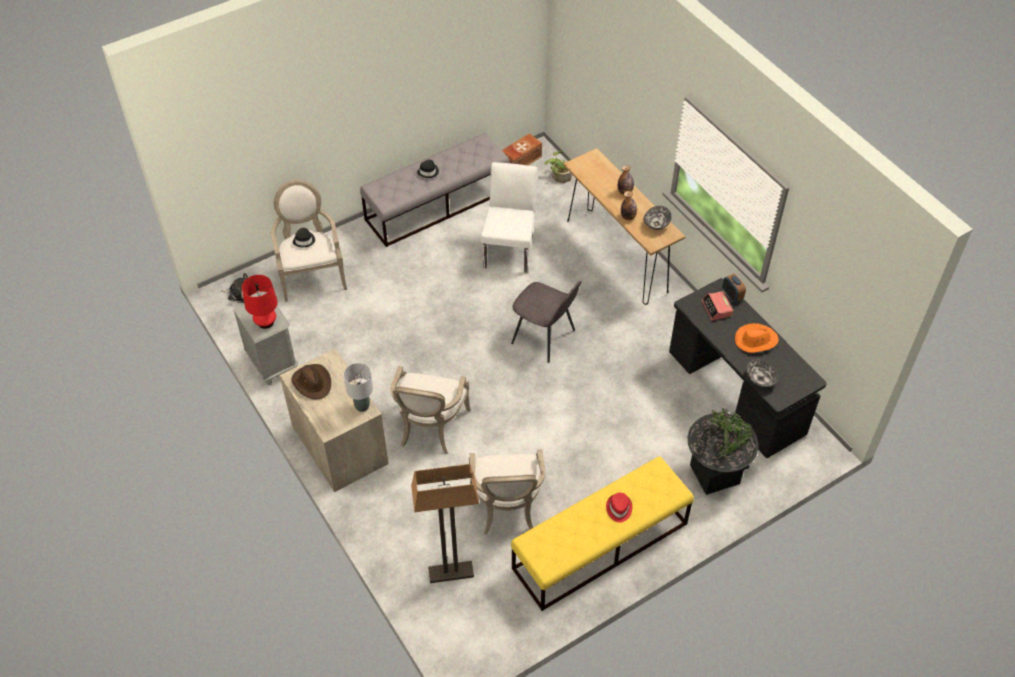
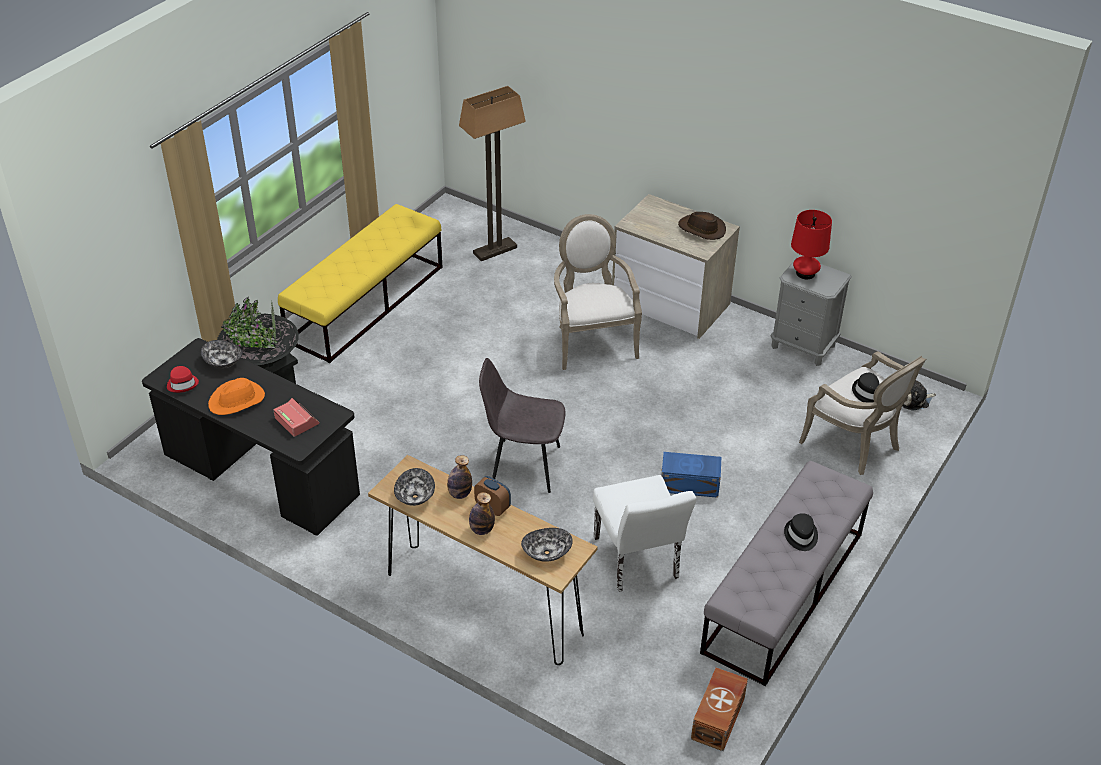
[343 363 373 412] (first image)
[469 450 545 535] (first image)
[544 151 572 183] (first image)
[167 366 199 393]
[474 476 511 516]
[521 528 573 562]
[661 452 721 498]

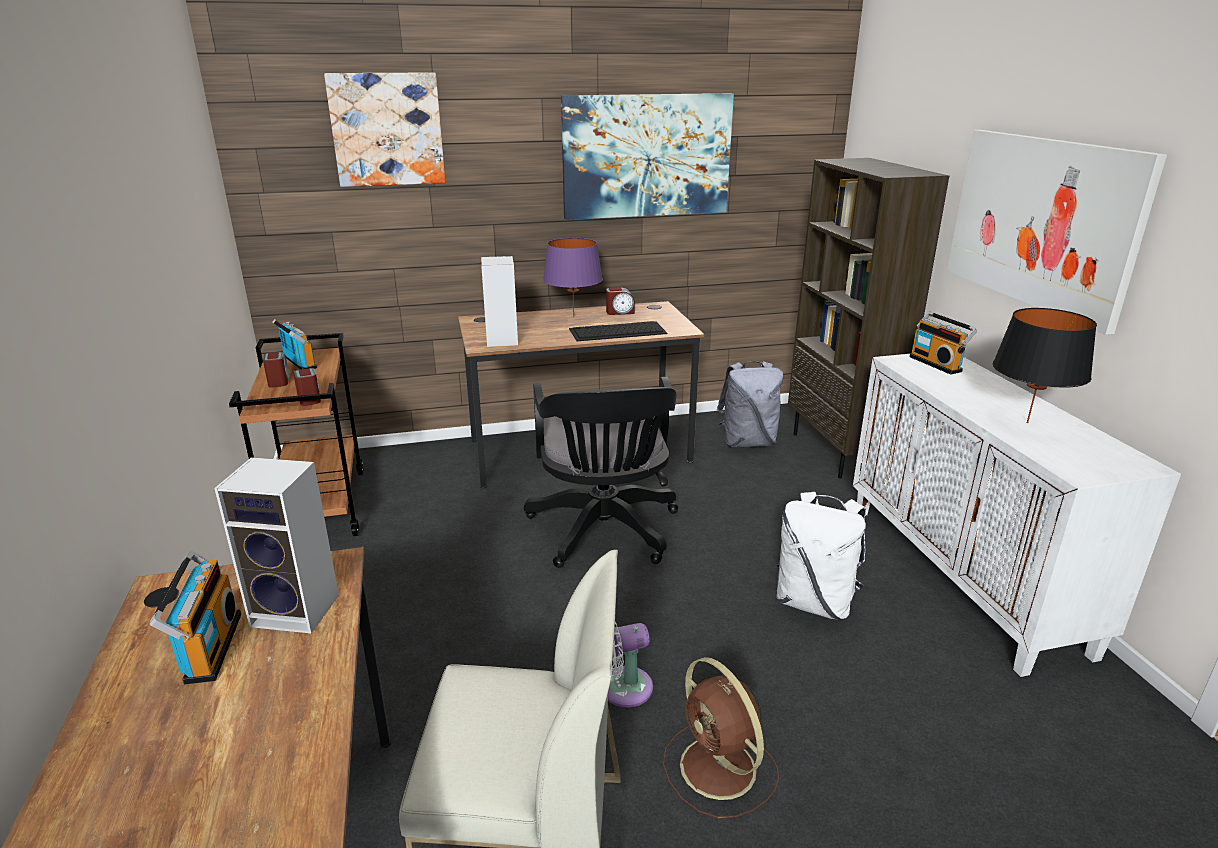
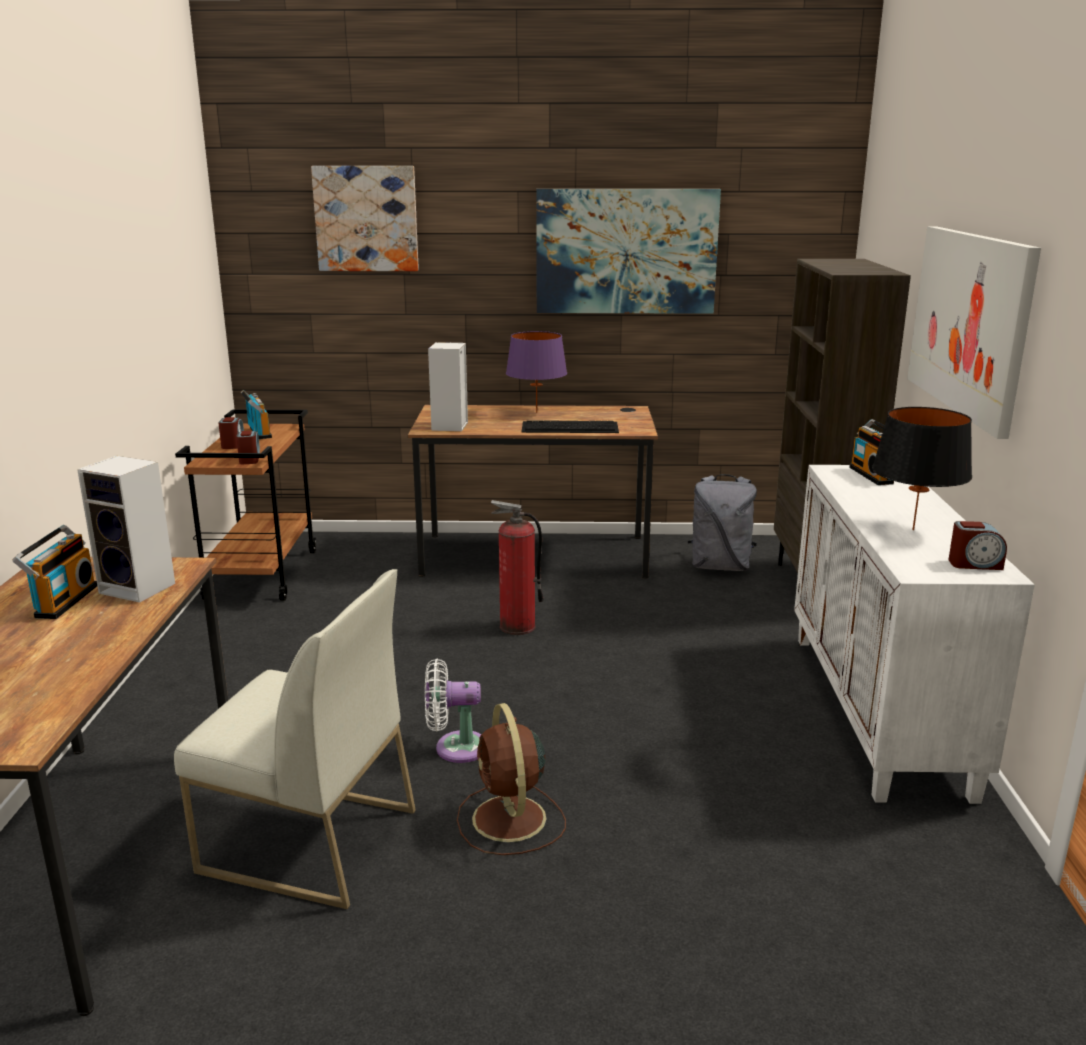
[491 500 544 635]
[948 521 1007 570]
[776 492 866 620] (first image)

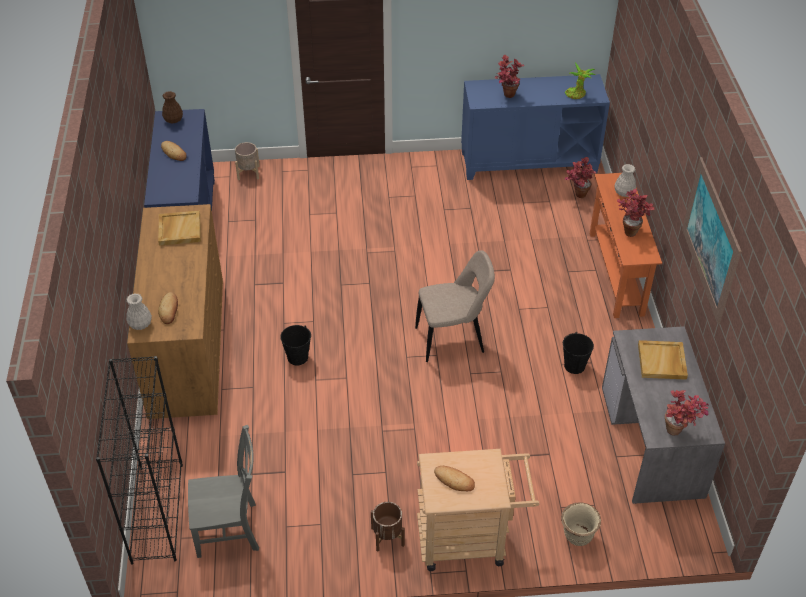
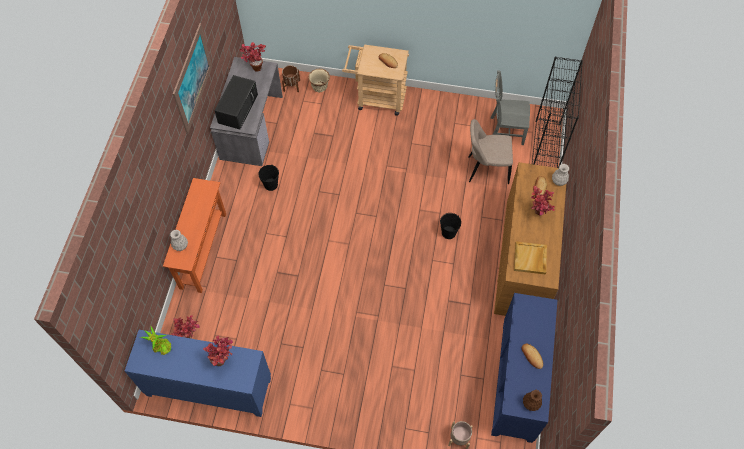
[282 65 300 92]
[468 119 513 184]
[531 186 555 216]
[214 75 258 129]

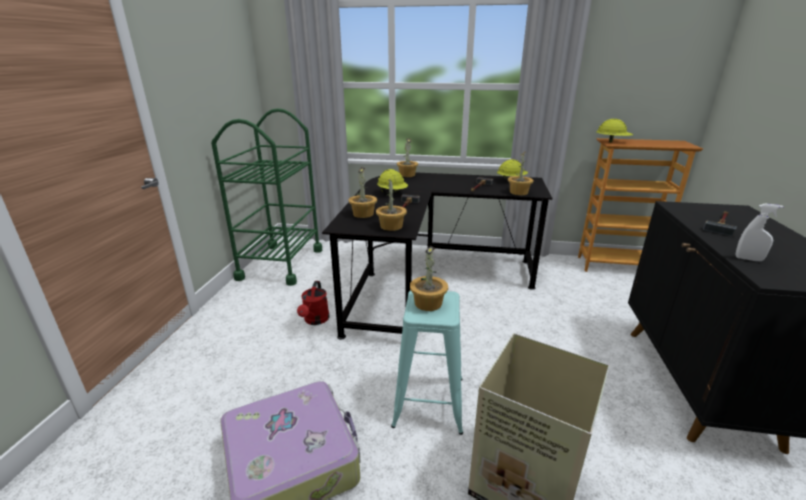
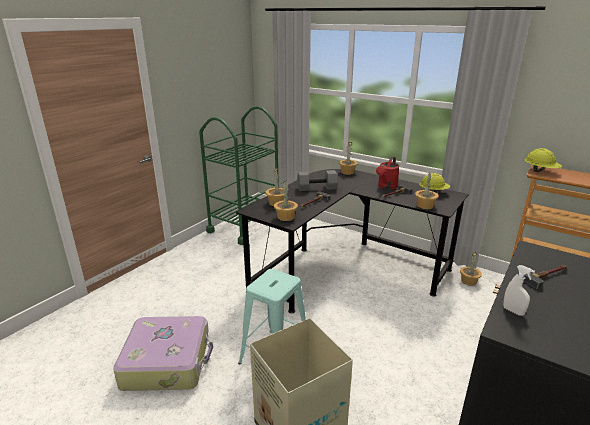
[376 157 400 189]
[297 170 338 191]
[460 252 482 286]

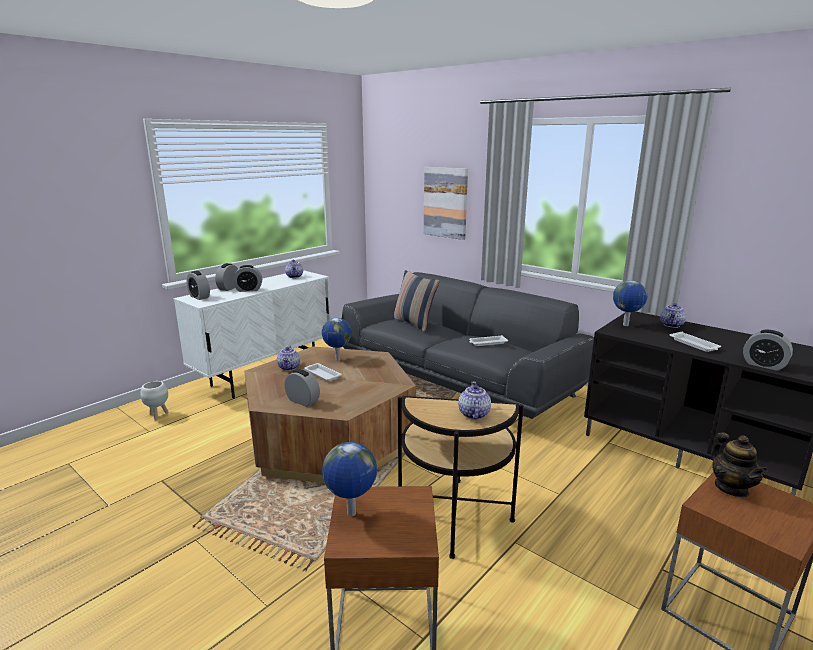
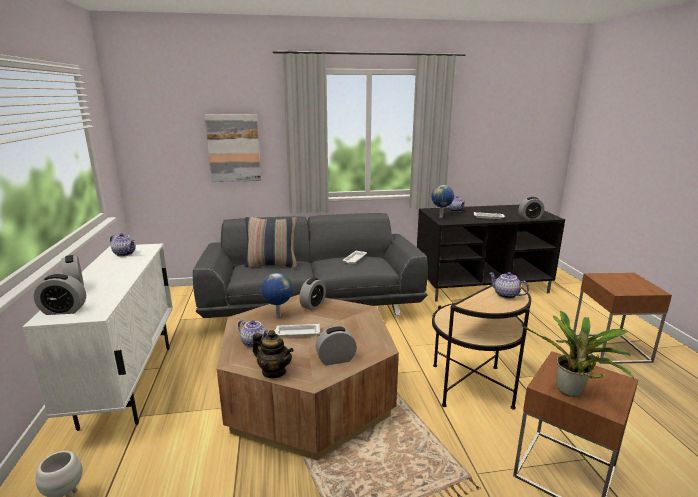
[299 277 326 310]
[521 311 634 397]
[253 330 294 378]

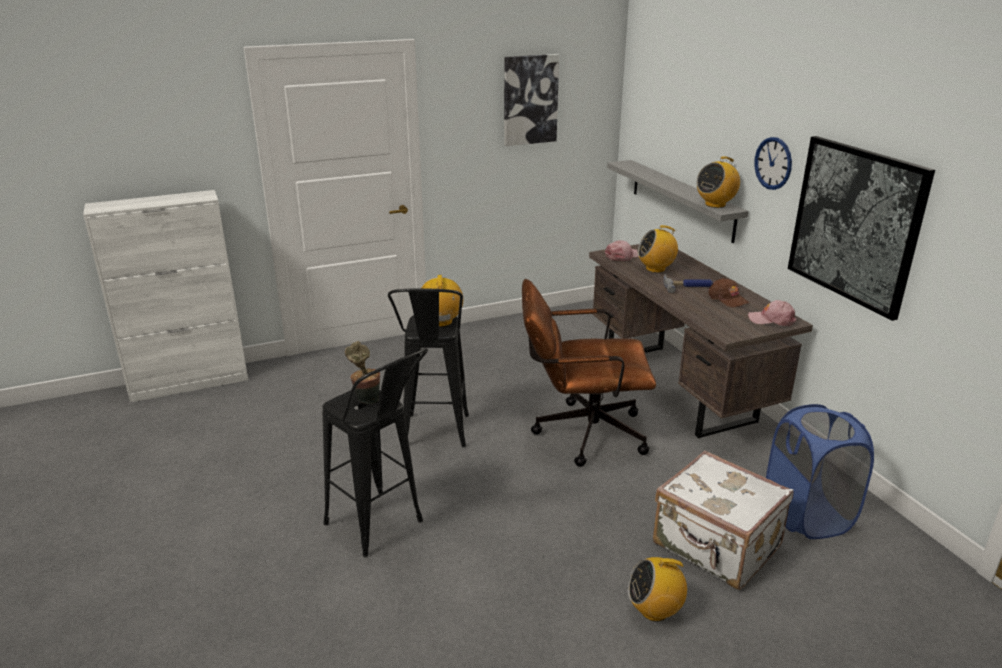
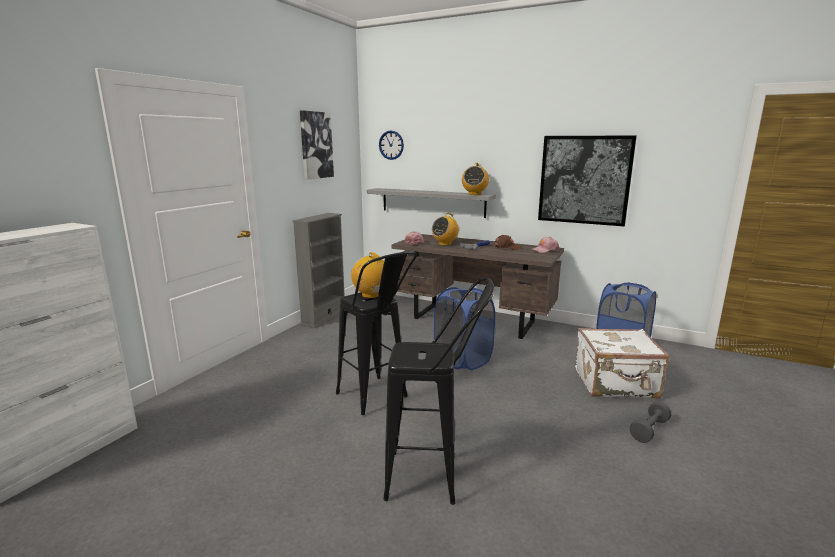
[345 341 380 404] (first image)
[434 287 495 370]
[630 402 671 443]
[379 130 404 160]
[293 213 345 328]

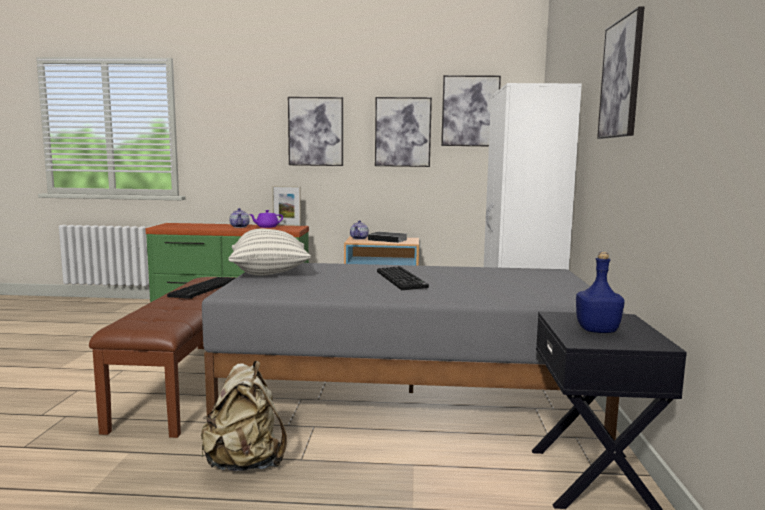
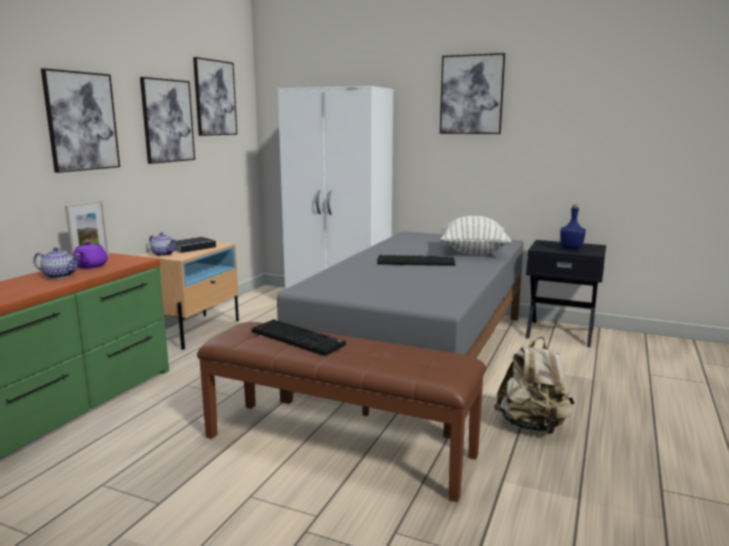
[441 216 511 255]

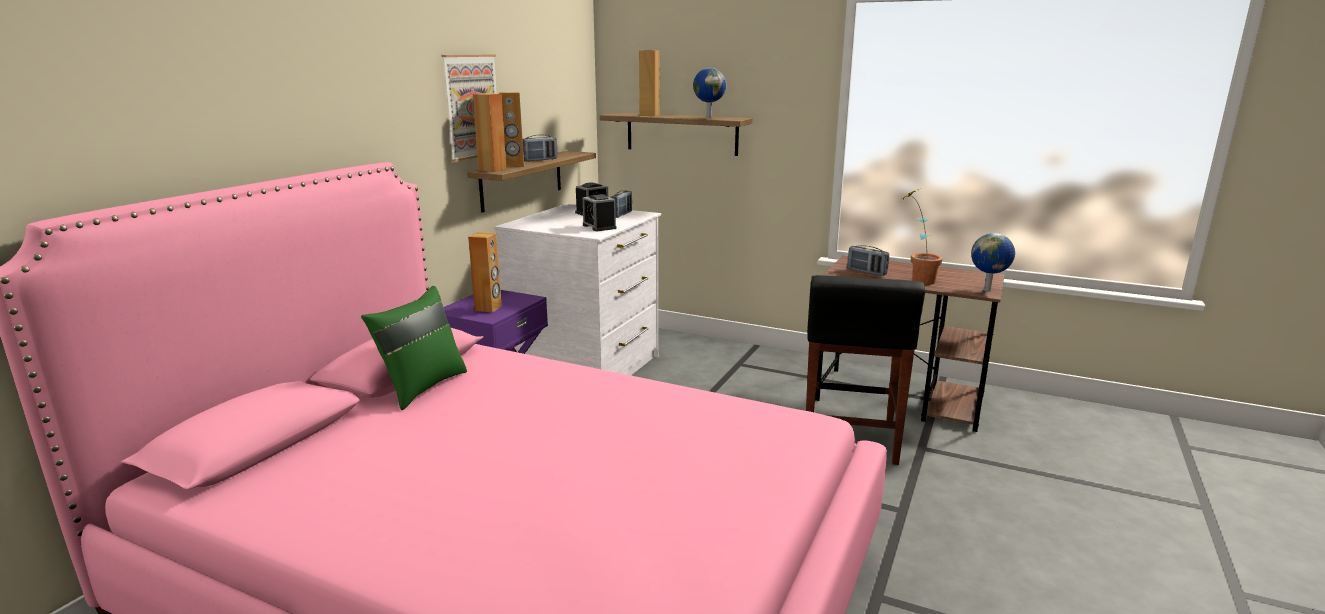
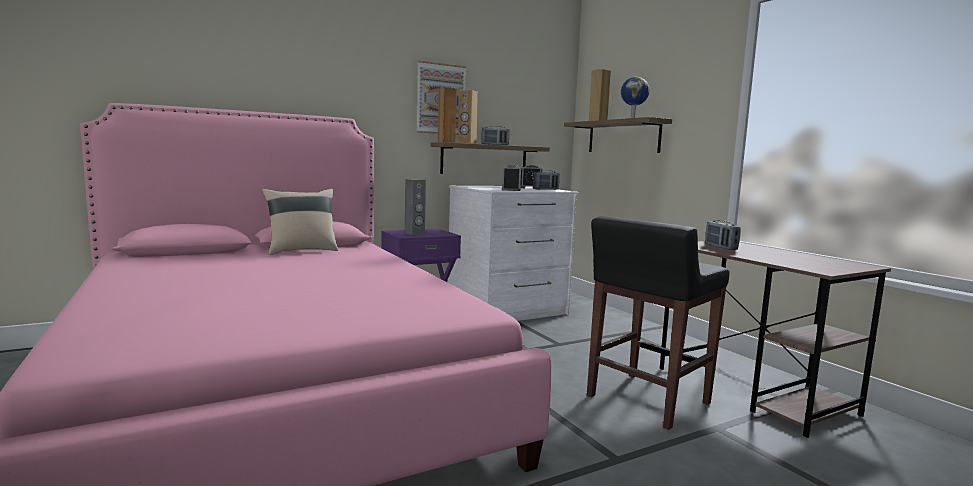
[262 188 338 255]
[405 179 426 235]
[900 189 942 285] (first image)
[971 233 1015 292] (first image)

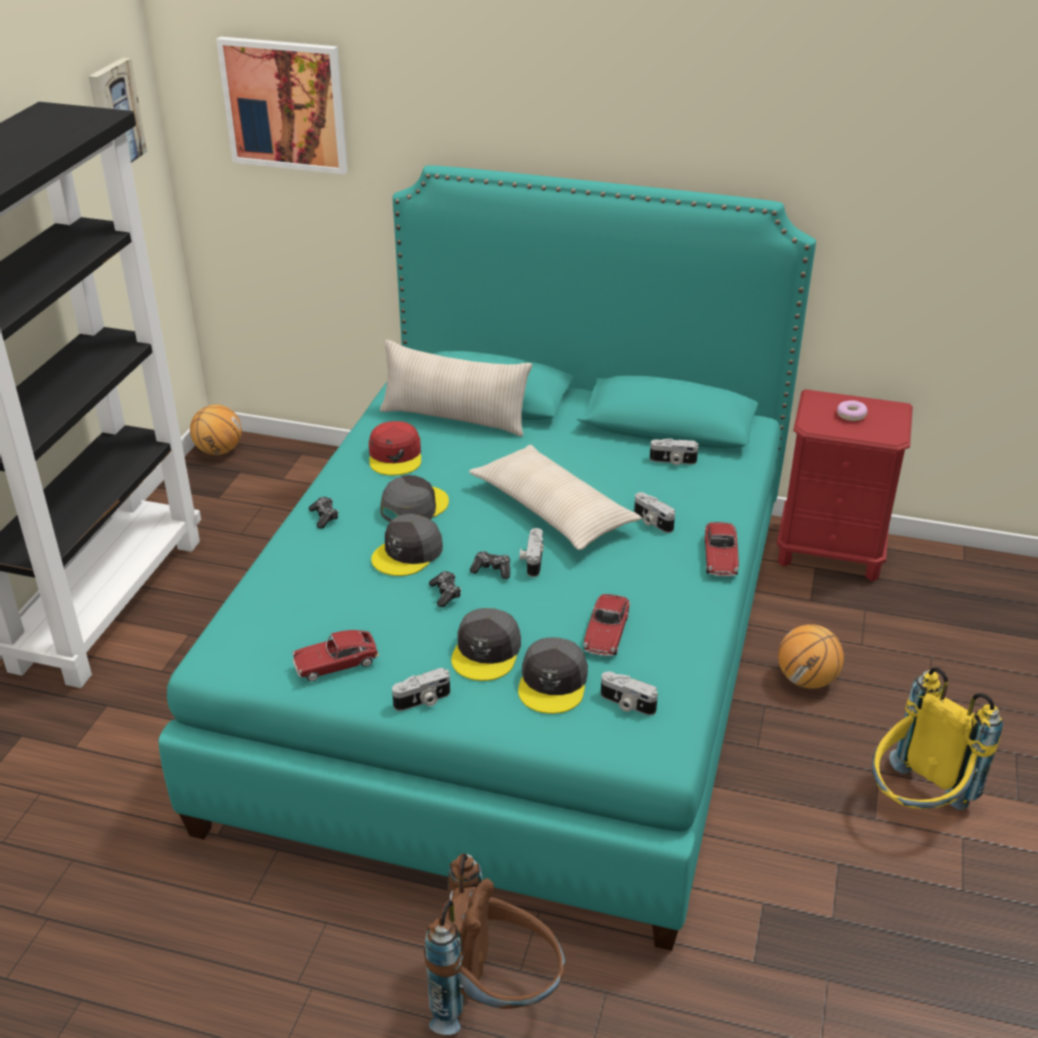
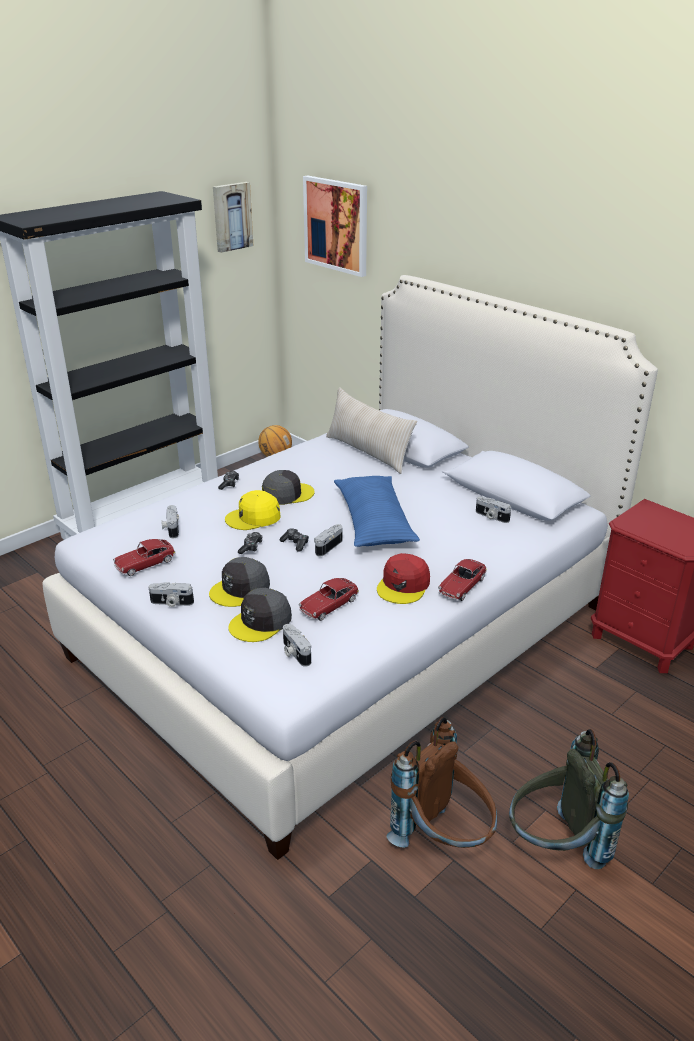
[43 275 658 860]
[113 539 176 576]
[377 553 430 604]
[225 490 280 530]
[386 717 497 848]
[334 476 420 547]
[161 505 179 538]
[778 624 844 689] (first image)
[837 401 868 421] (first image)
[509 729 629 869]

